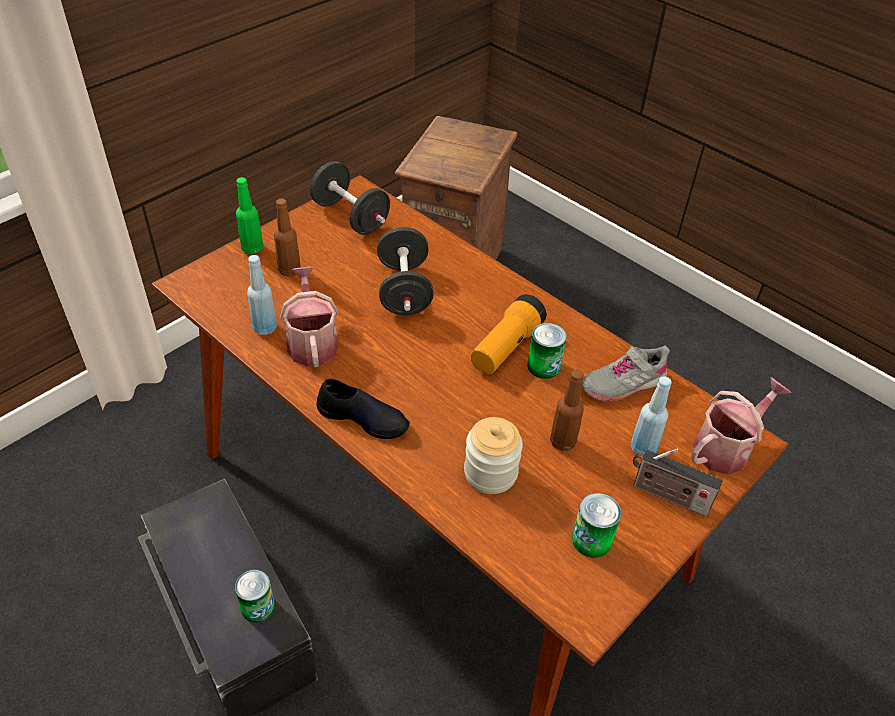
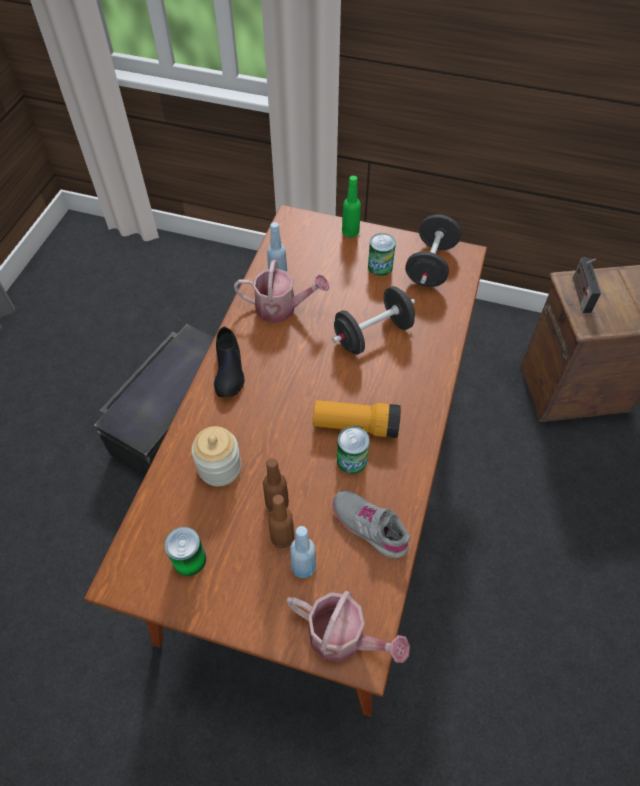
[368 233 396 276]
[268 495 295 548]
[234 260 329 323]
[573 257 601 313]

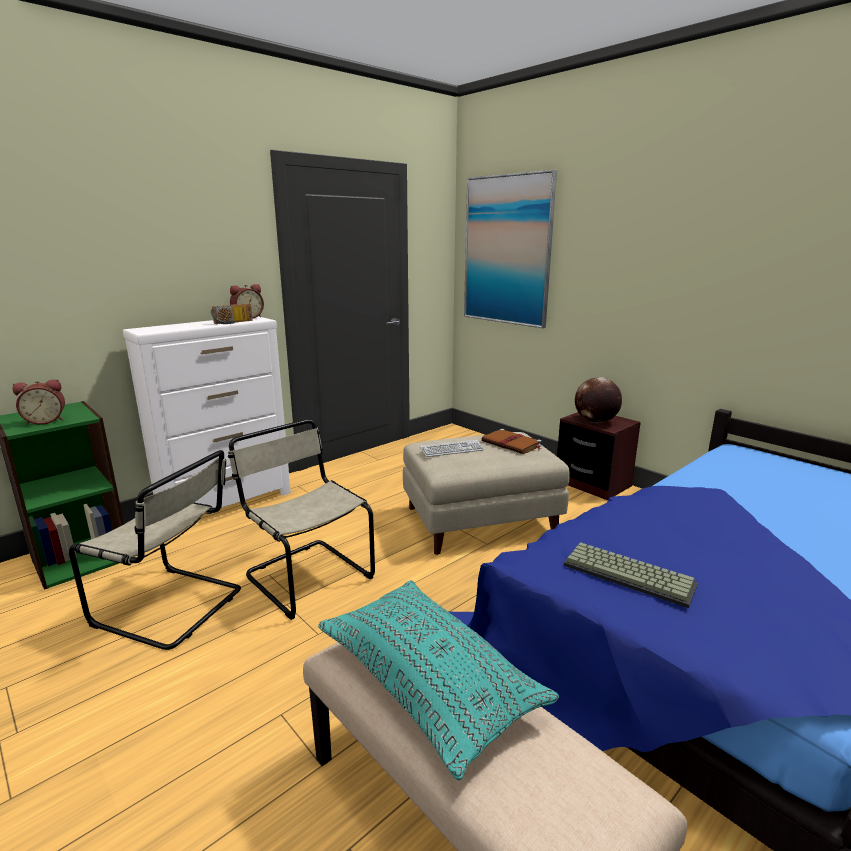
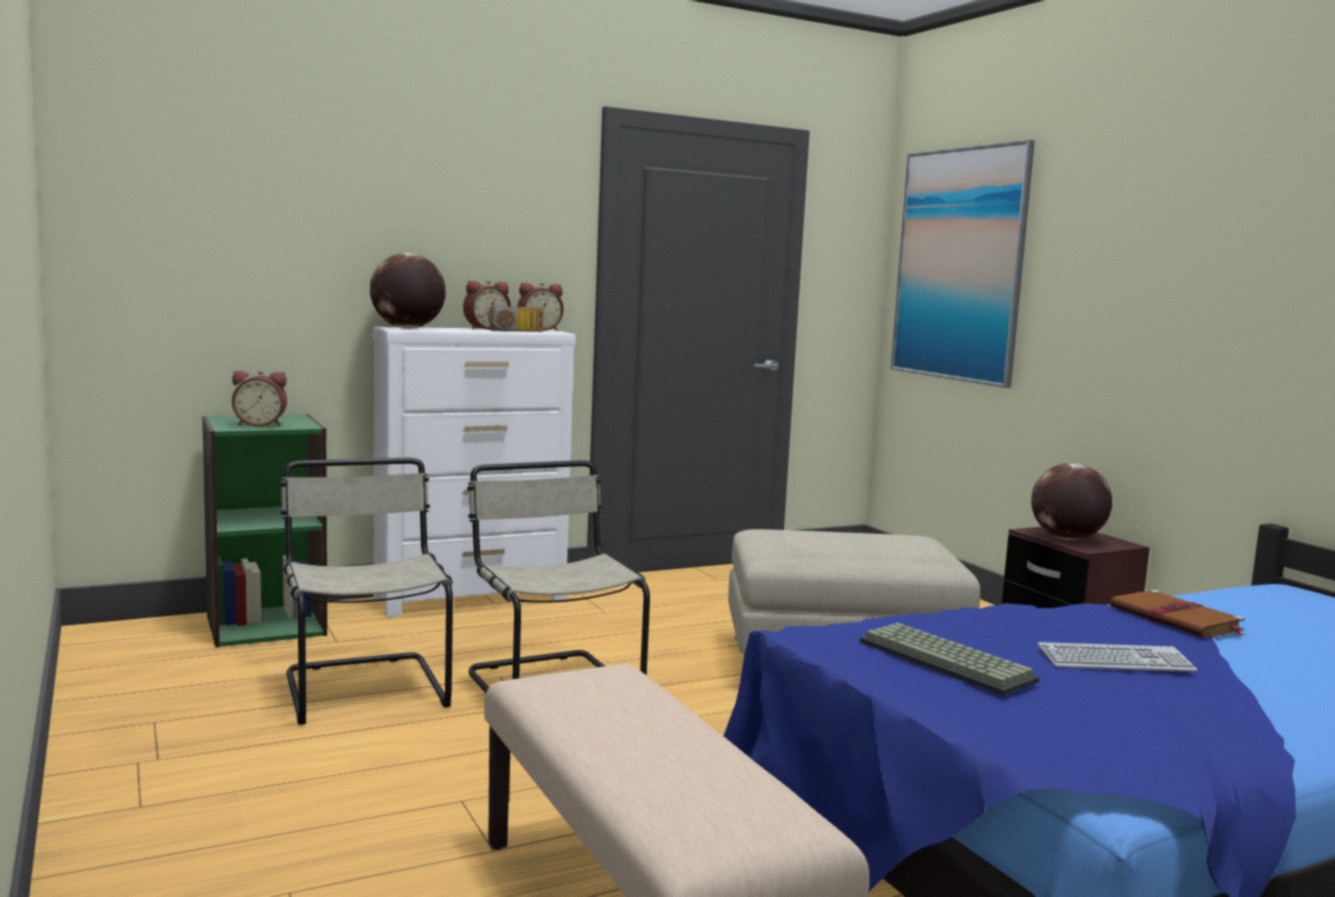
[279 458 453 725]
[318 580 559 780] (first image)
[1037 642 1197 672]
[1110 590 1245 638]
[370 253 446 329]
[463 281 511 330]

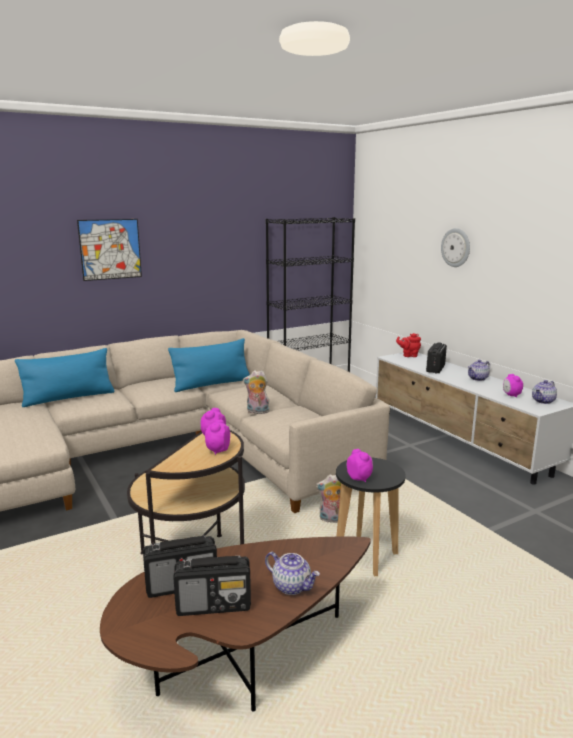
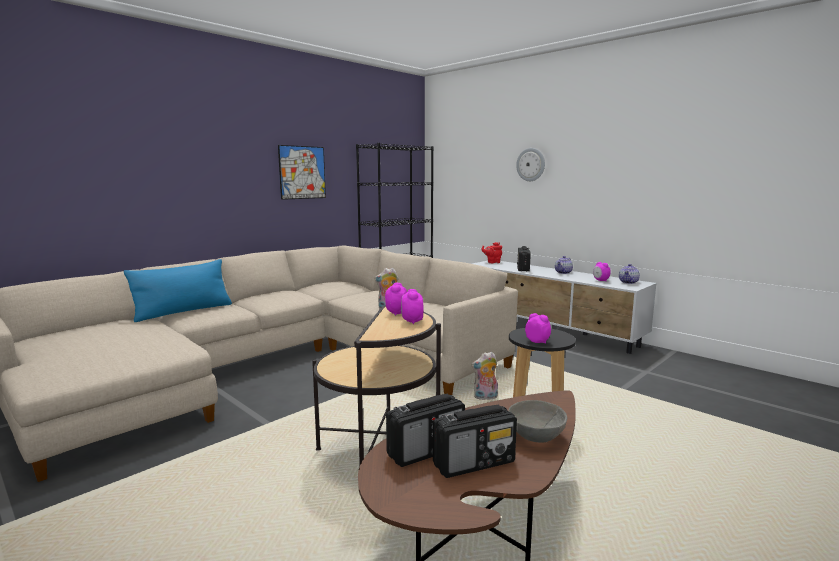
[278 145 326 200]
[168 338 250 392] (first image)
[508 400 567 442]

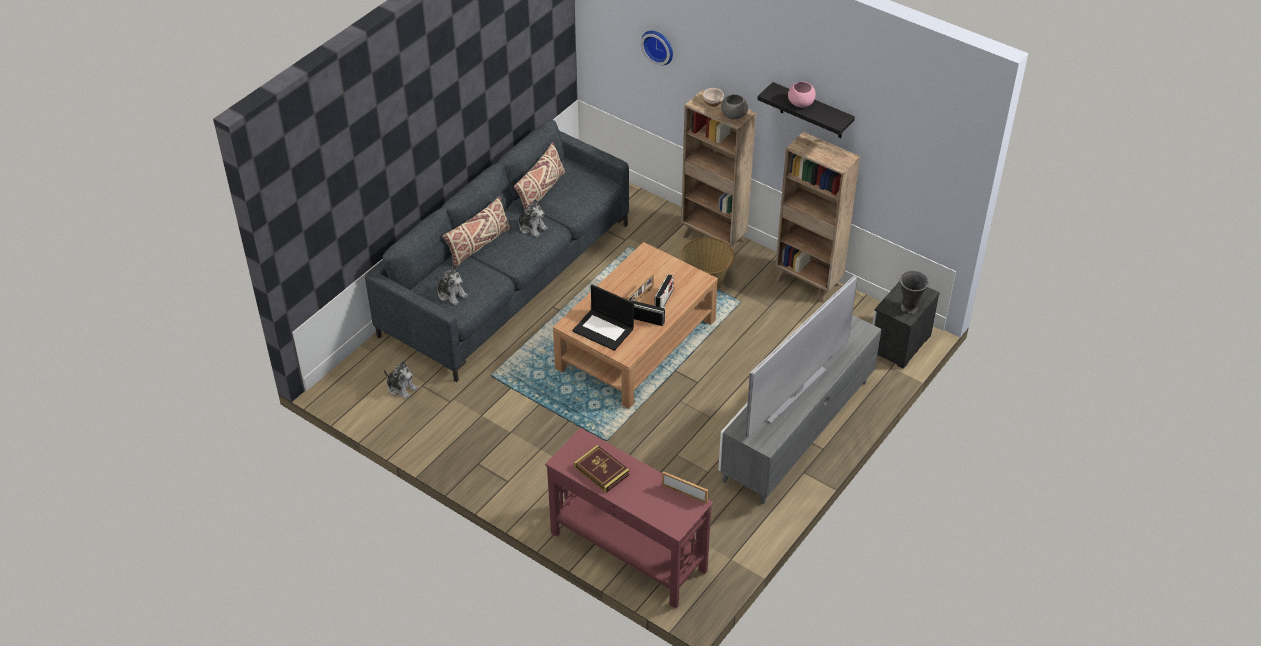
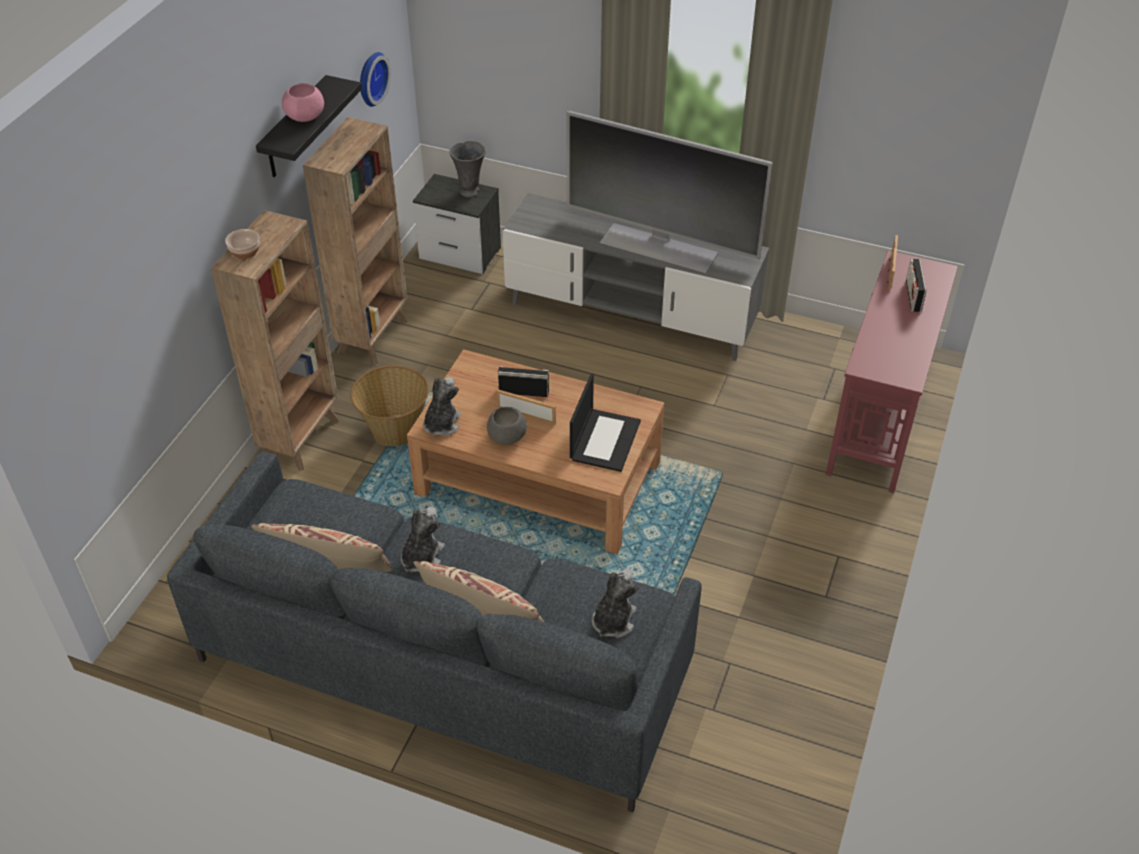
[423 377 461 436]
[574 445 630 493] (first image)
[906 259 926 312]
[360 52 391 107]
[487 407 527 445]

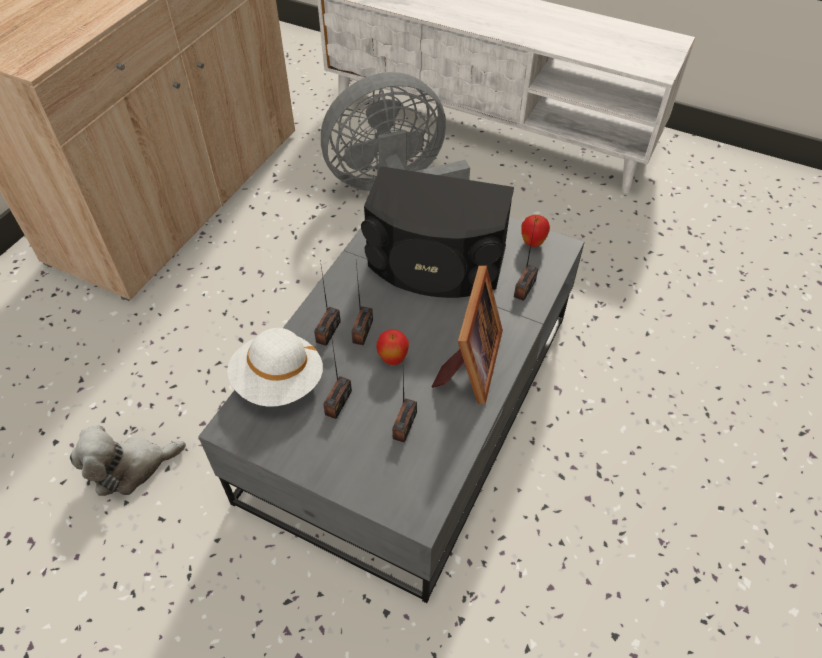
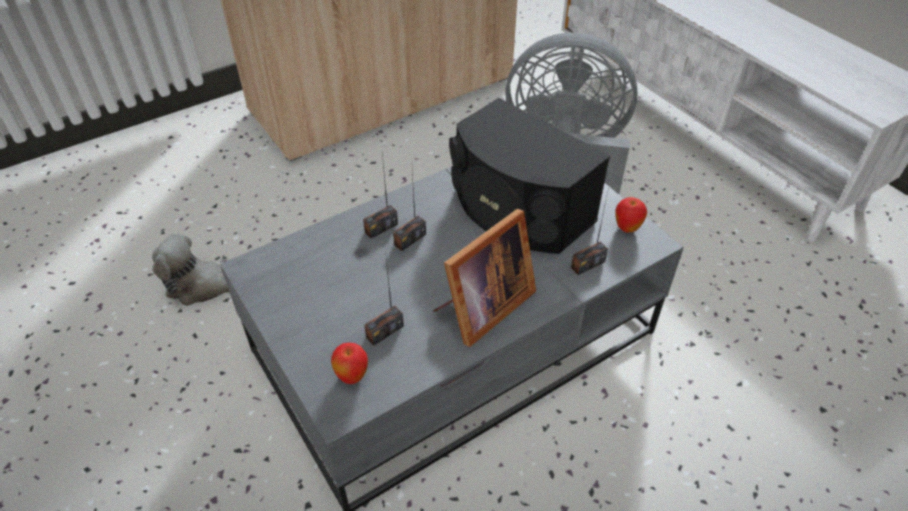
[227 328 323 407] (first image)
[323 334 352 419] (first image)
[331 343 368 384]

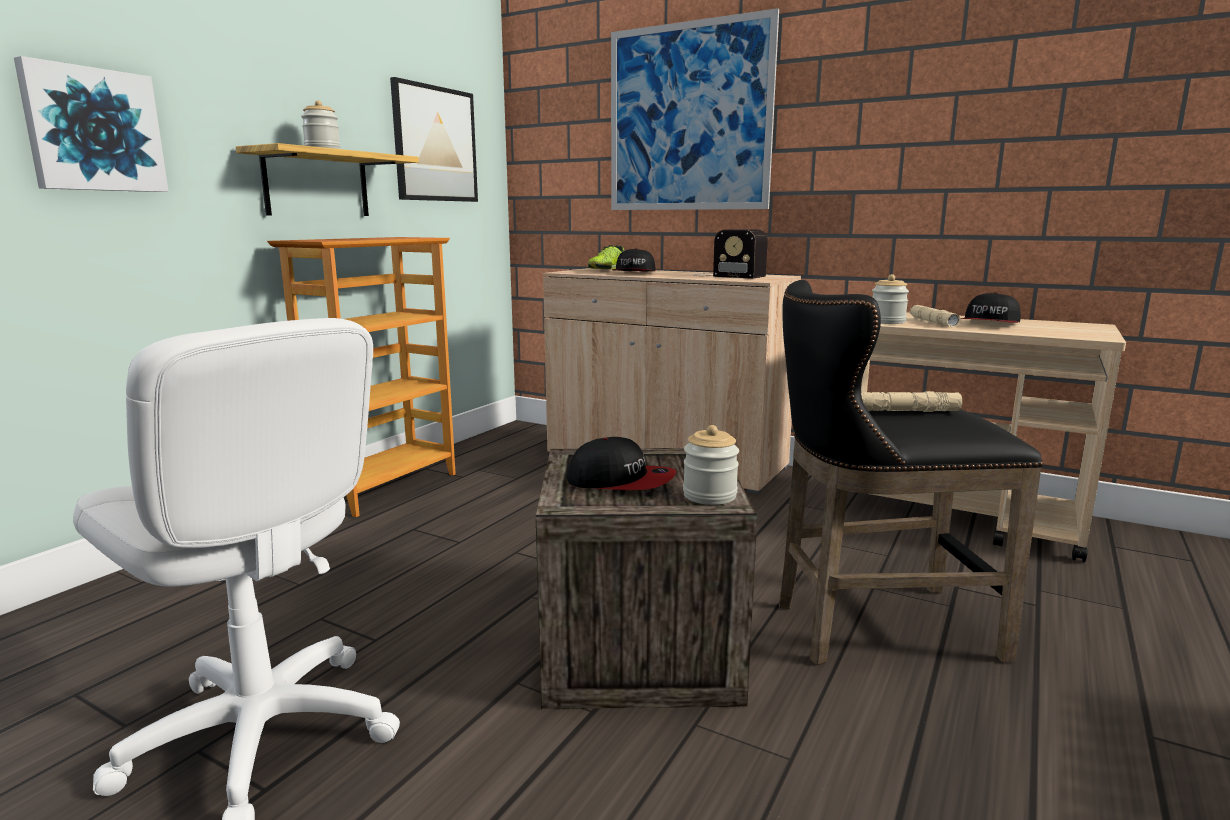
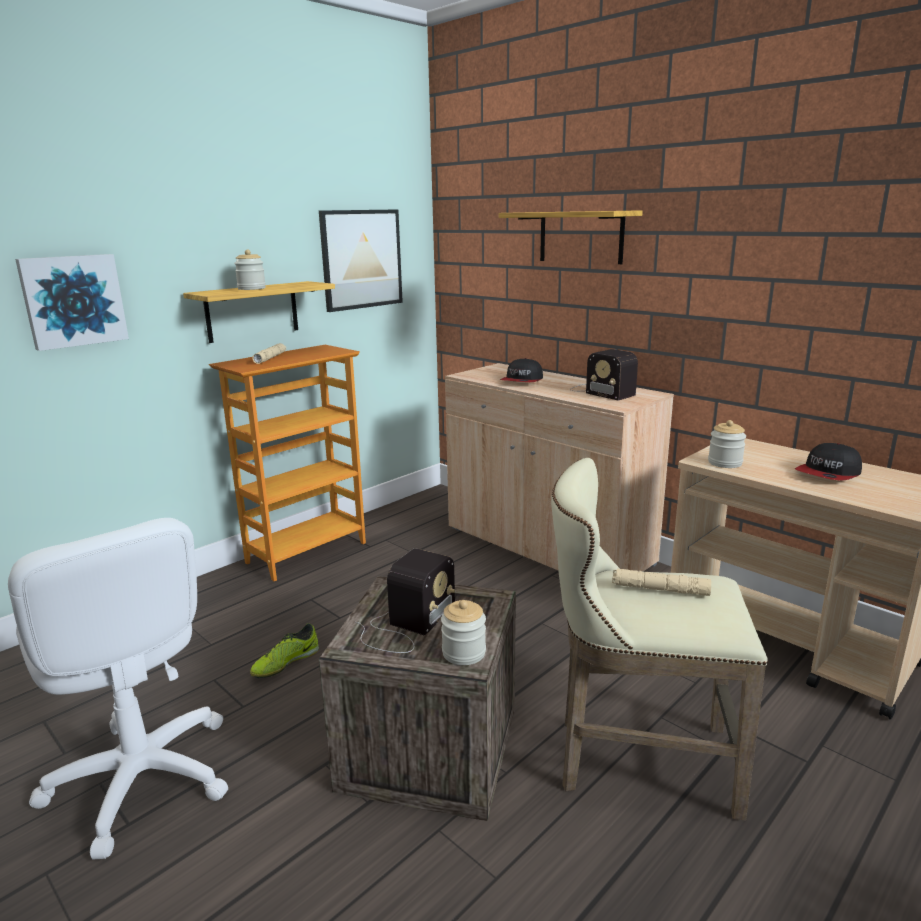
[356 549 455 653]
[250 623 319 678]
[499 210 643 264]
[551 458 768 821]
[252 343 286 364]

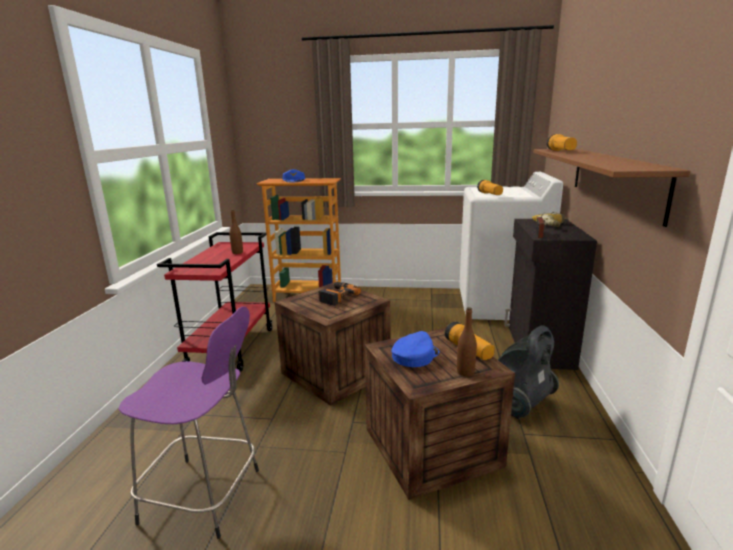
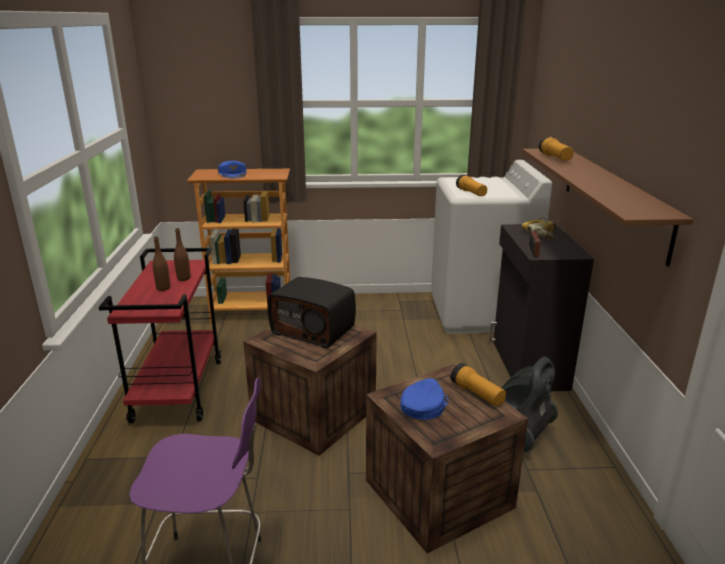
[267 277 356 348]
[153 236 170 291]

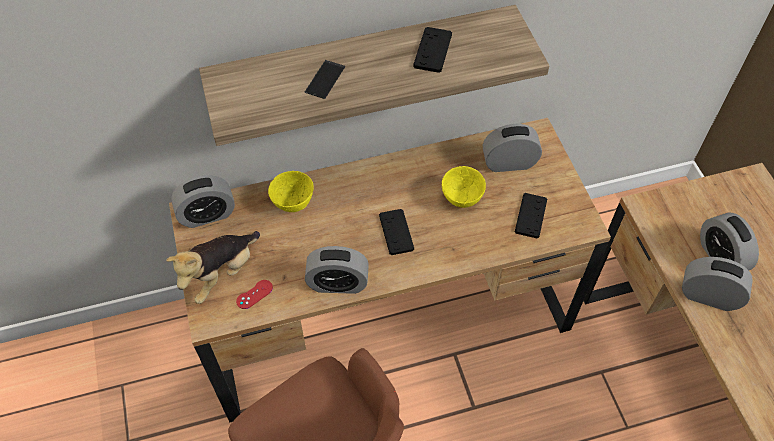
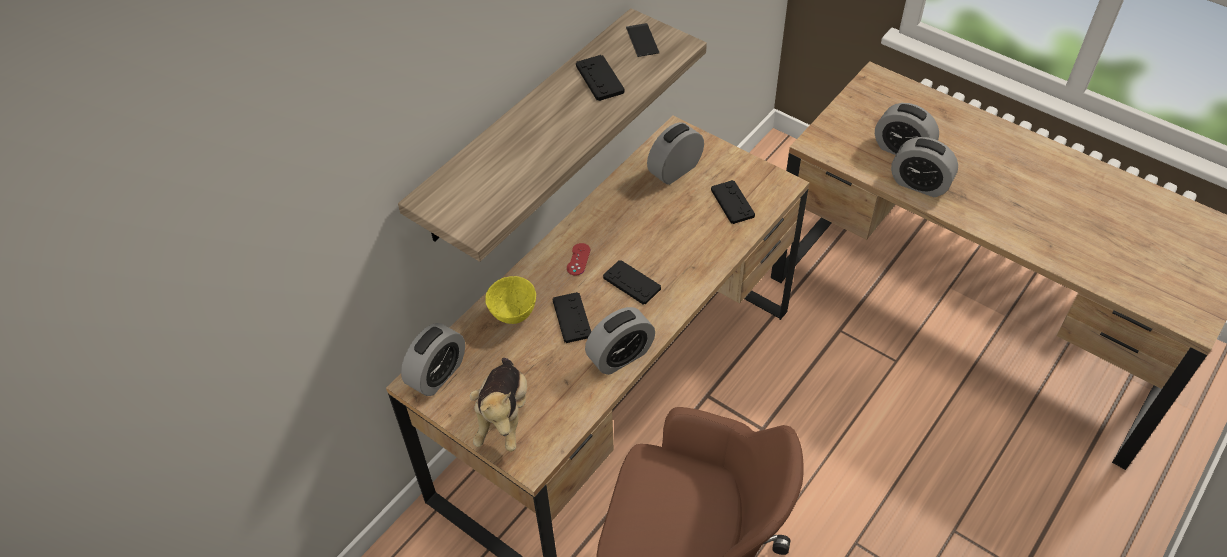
[567 243 590 275]
[626 23 659 57]
[442 166 486 208] (first image)
[891 137 958 197]
[553 292 591 343]

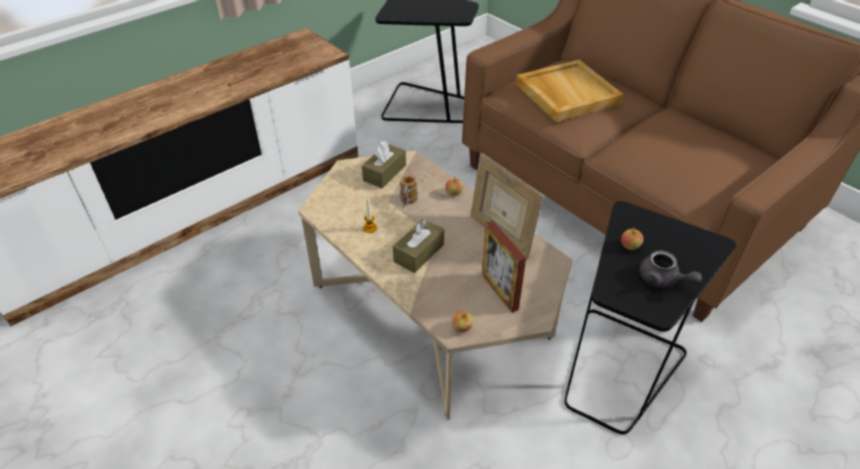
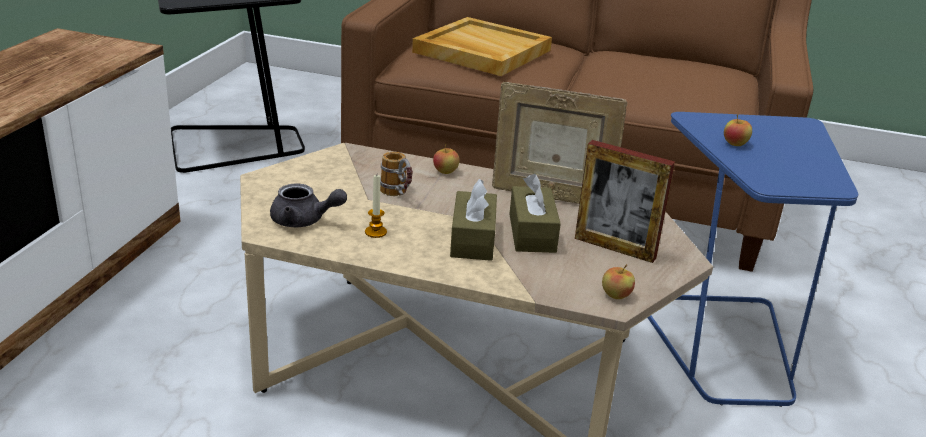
[509 174 561 253]
[647 112 858 407]
[270 183 347 227]

